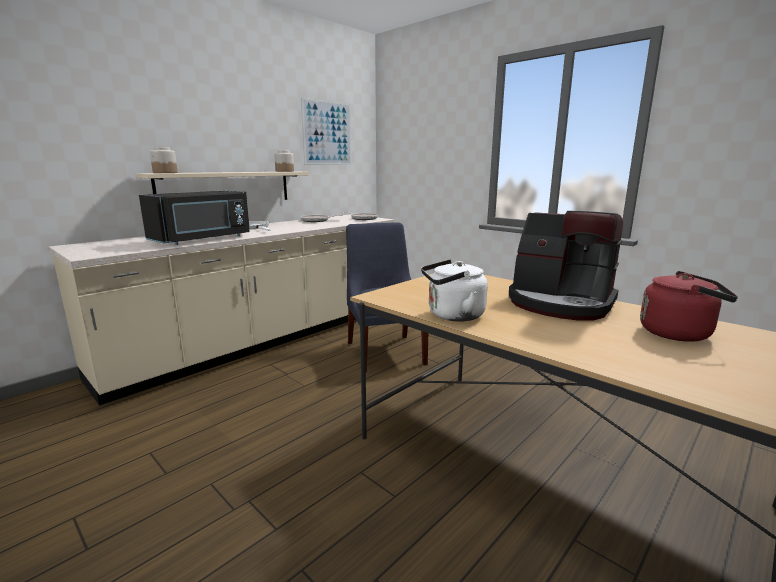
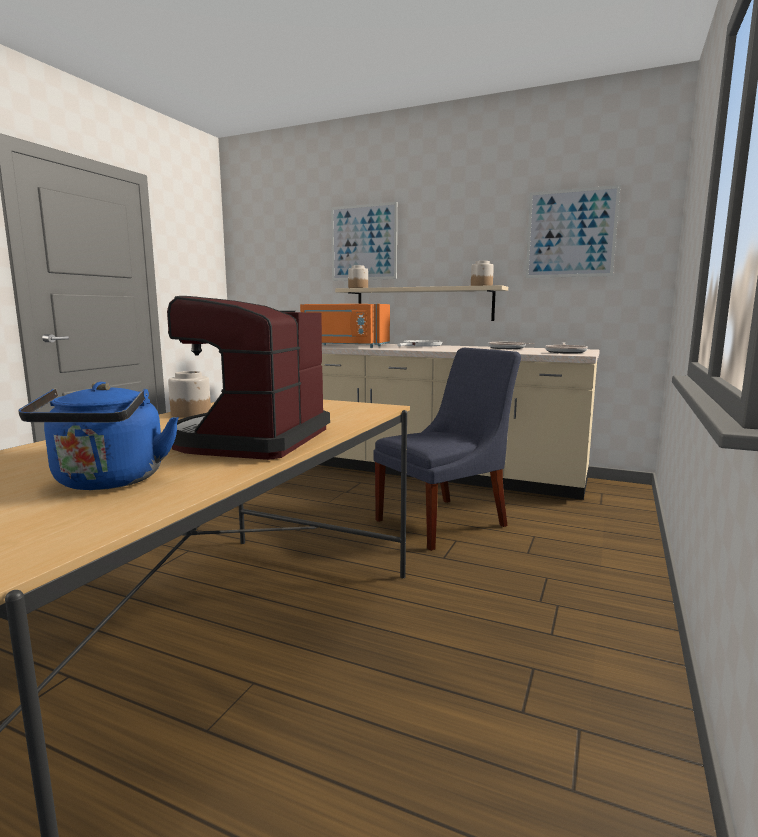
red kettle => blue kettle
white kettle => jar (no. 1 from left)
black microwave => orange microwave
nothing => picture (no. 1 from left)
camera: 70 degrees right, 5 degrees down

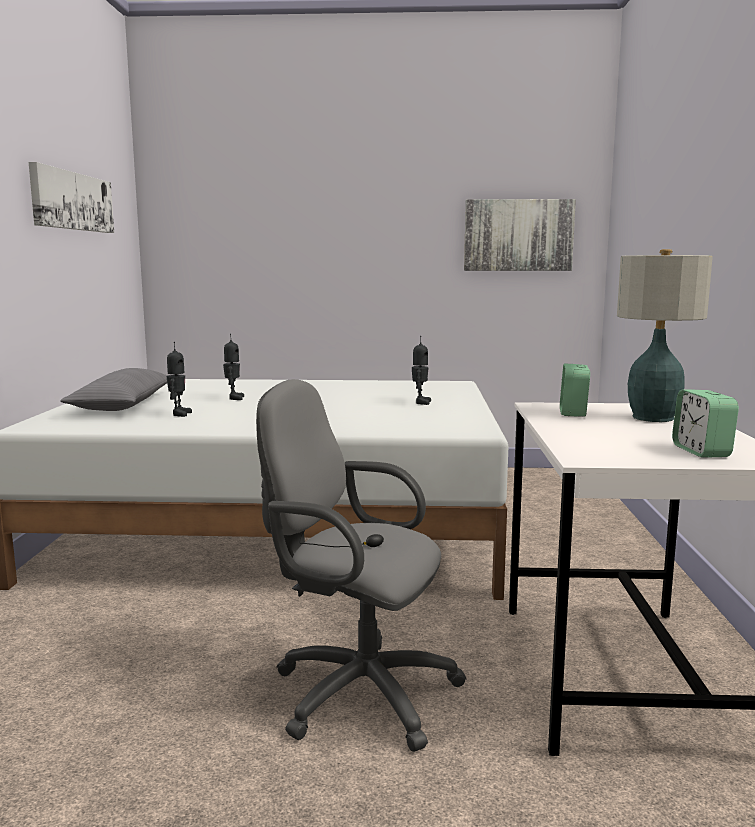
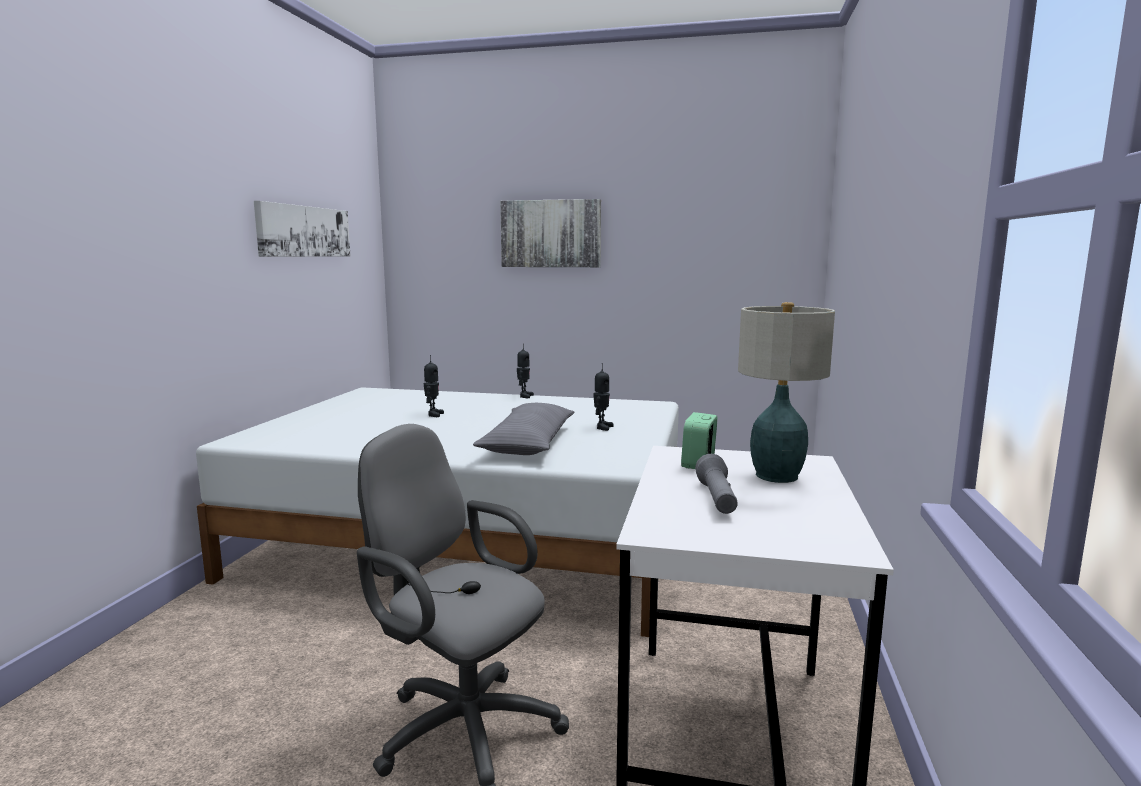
grey pillow, relocated
picture (no. 2 from left), relocated
toy robot (no. 1 from left in the first image) => toy robot (no. 2 from left), relocated
nothing => grey flashlight
alarm clock (no. 2 from left) => nothing
camera: 10 degrees right, 0 degrees up

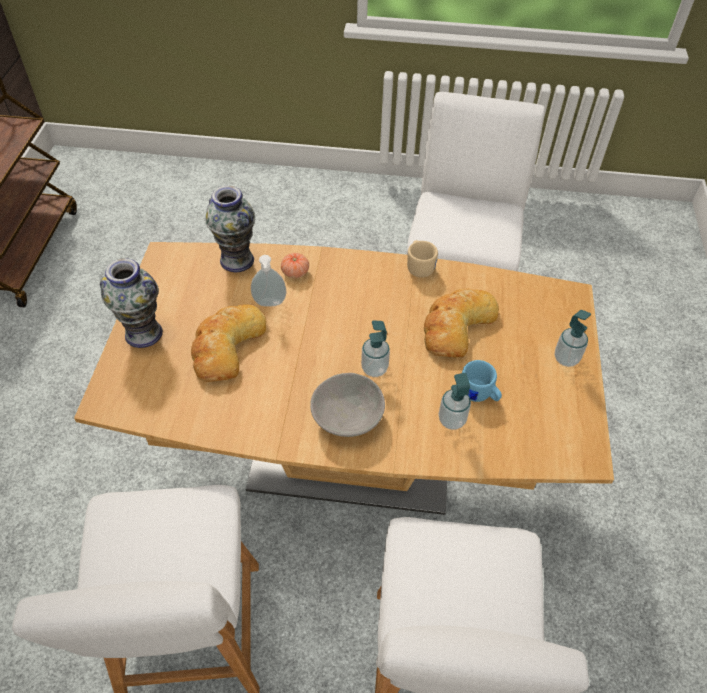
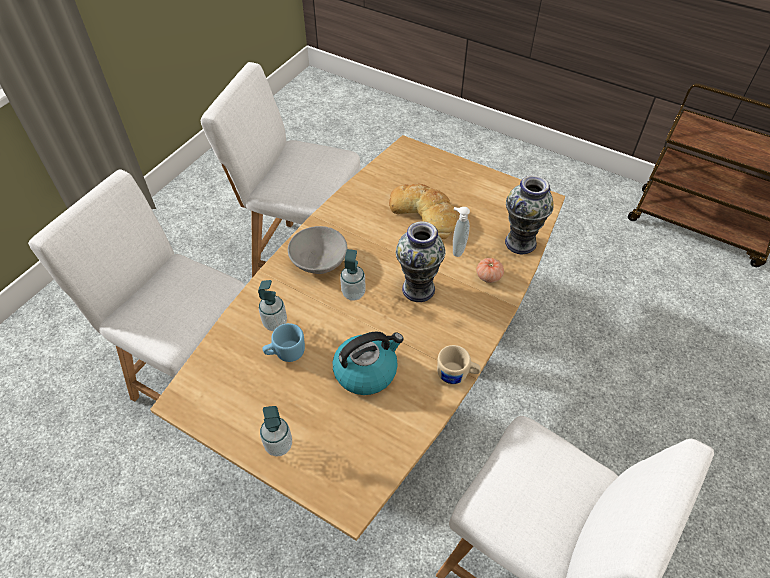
bread (no. 2 from left) => kettle
vase (no. 1 from left), relocated
camera: 115 degrees right, 0 degrees up

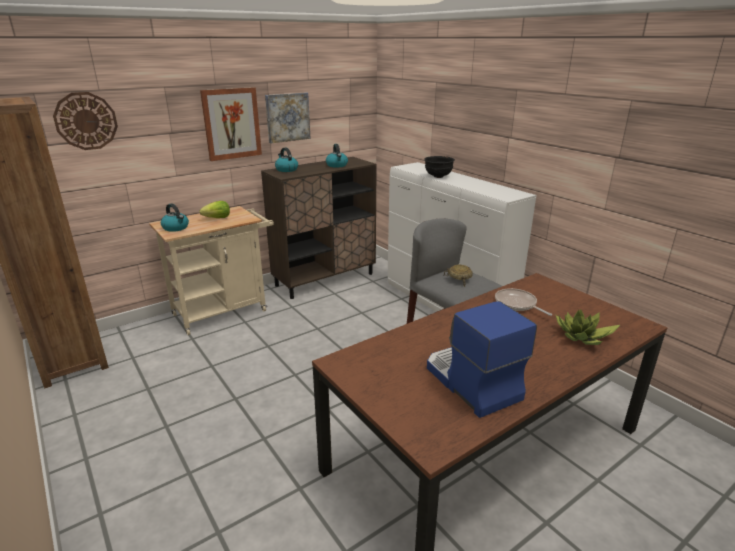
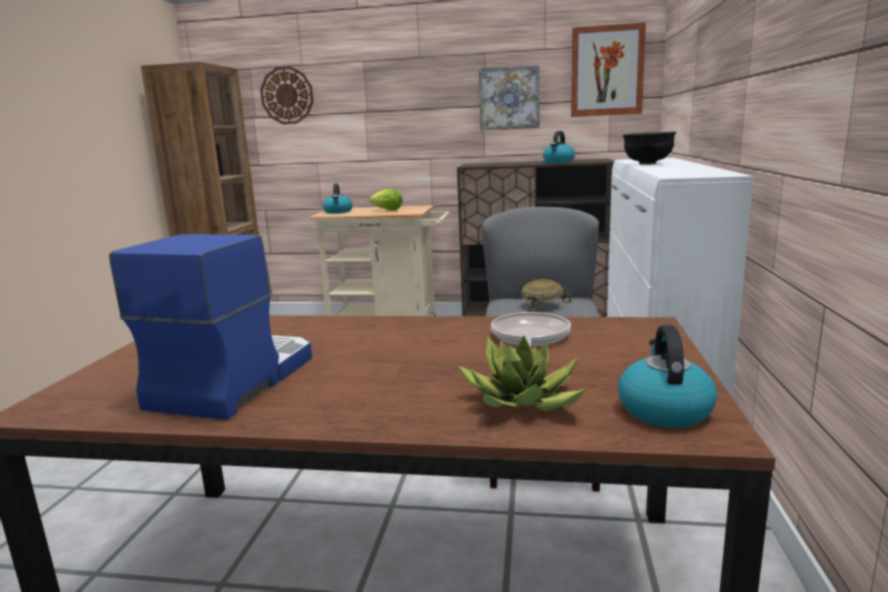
picture (no. 1 from left in the first image) => picture (no. 2 from left), relocated
kettle (no. 2 from left in the first image) => kettle (no. 3 from left), relocated
camera: 45 degrees right, 10 degrees down

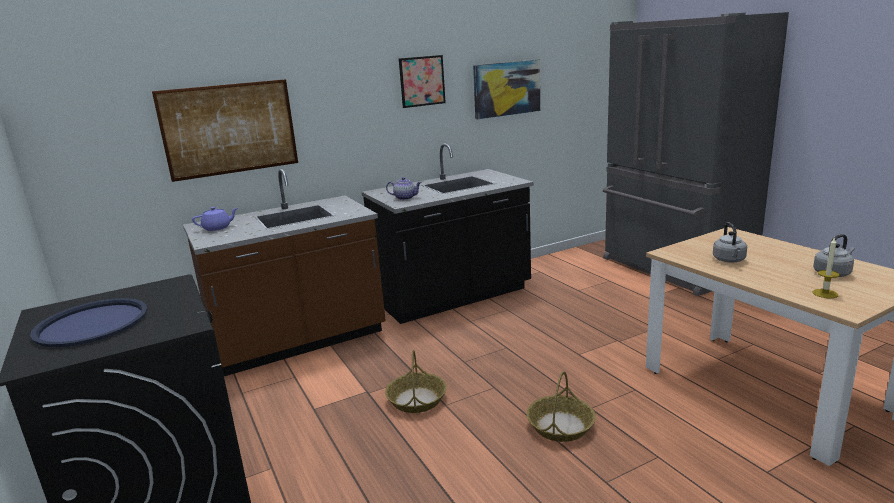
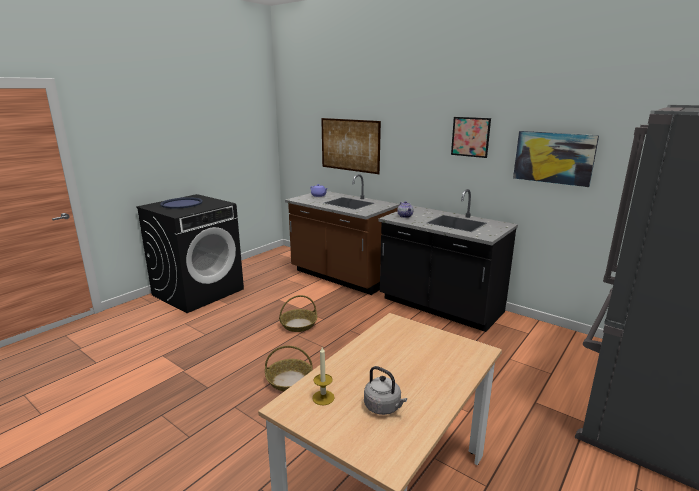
grey kettle (no. 1 from left) => nothing
camera: 65 degrees right, 0 degrees up

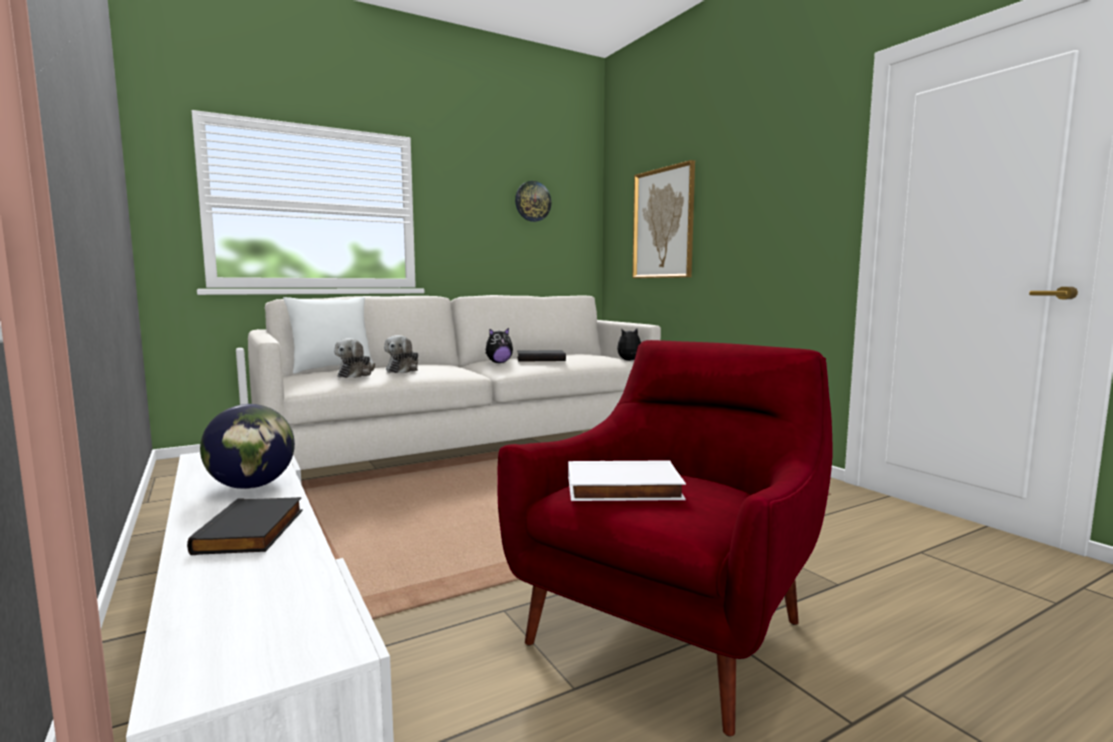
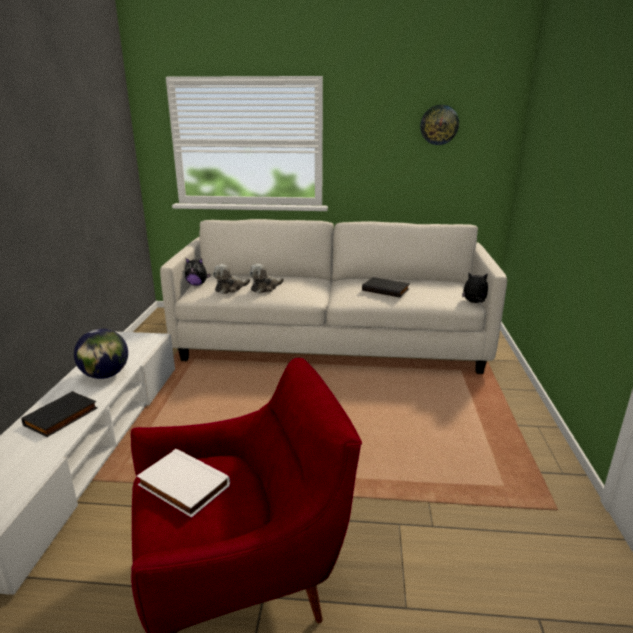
plush toy (no. 3 from left in the first image) => plush toy (no. 1 from left), relocated
white pillow => nothing
picture => nothing
camera: 35 degrees right, 15 degrees up

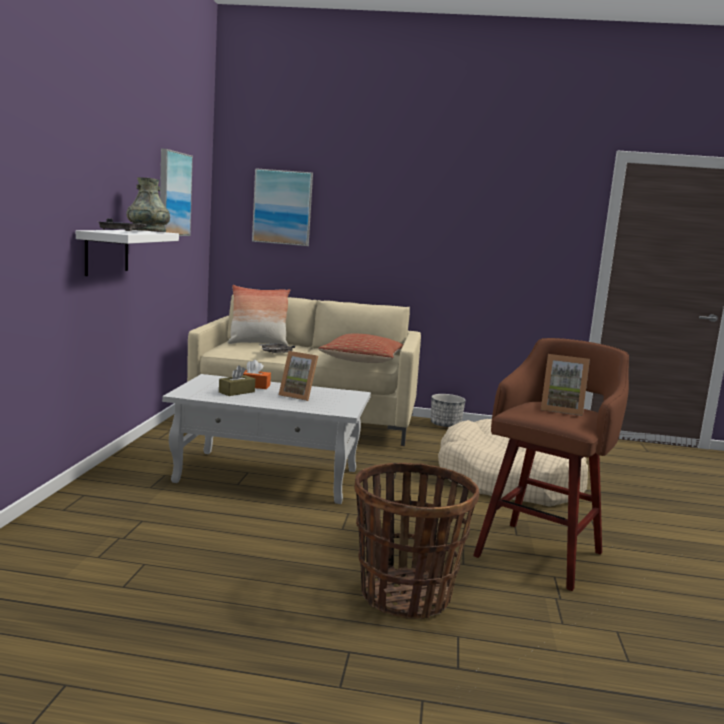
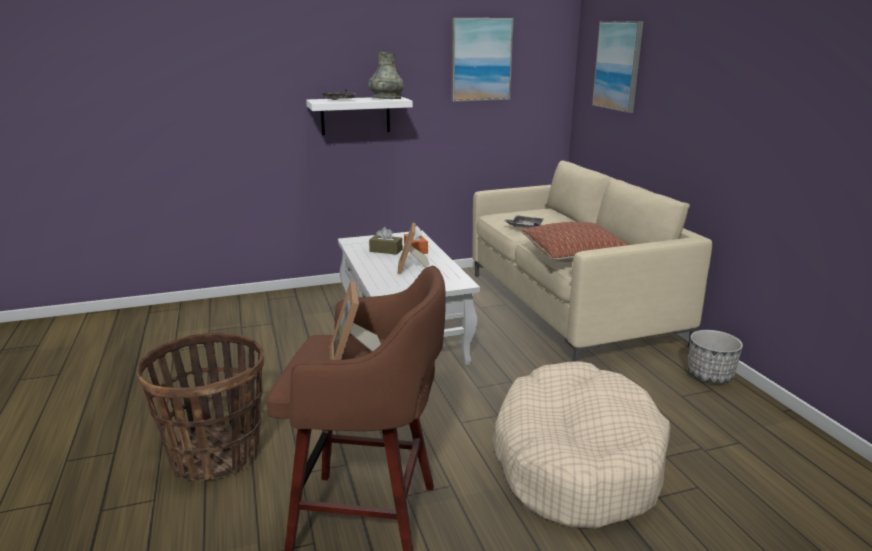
pillow (no. 1 from left) => nothing
camera: 65 degrees right, 10 degrees up

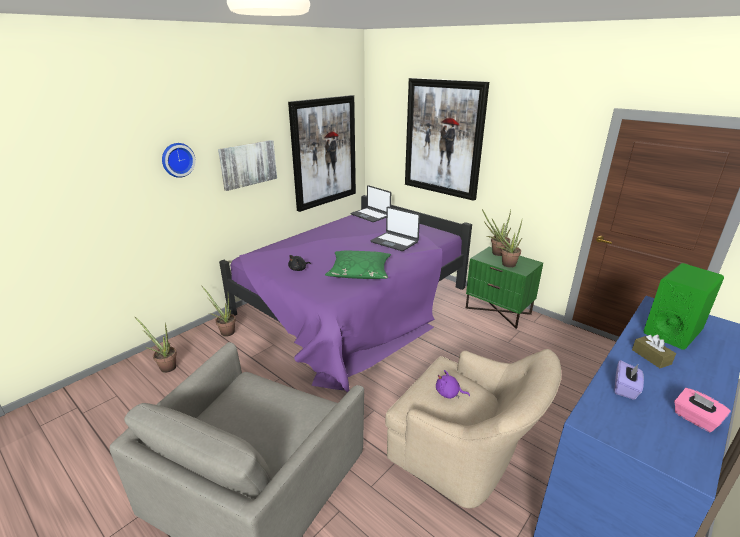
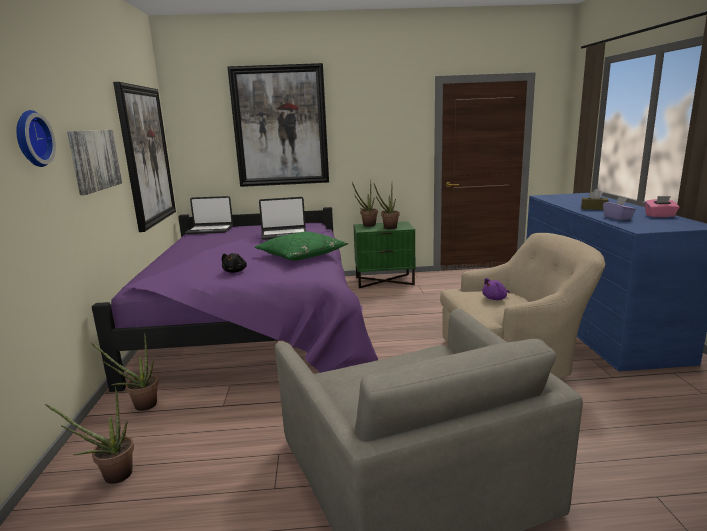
green speaker => nothing
camera: 45 degrees left, 10 degrees down

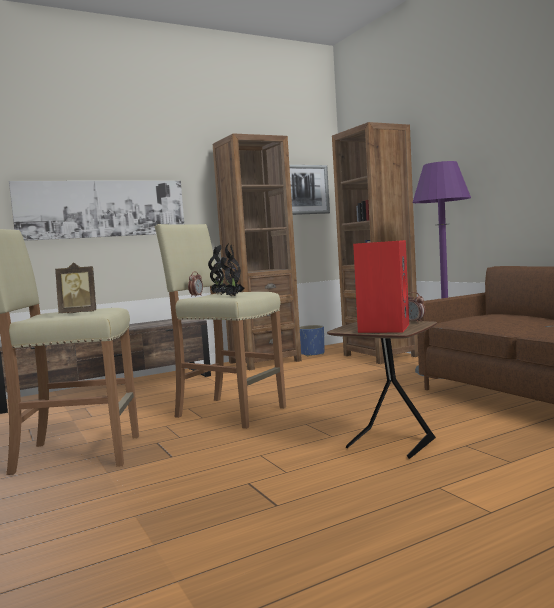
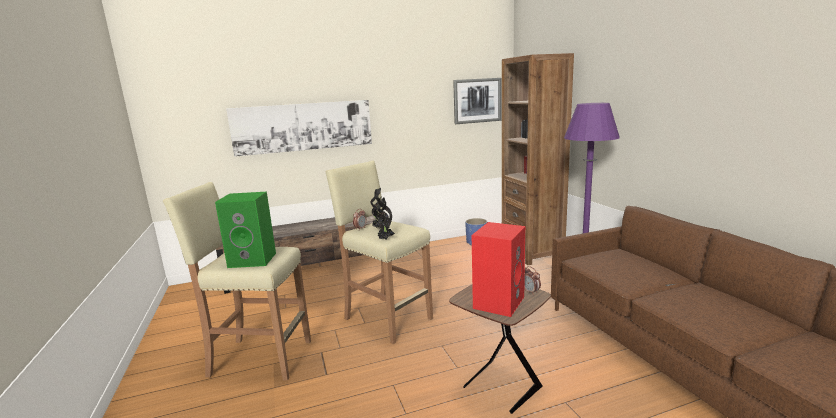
picture frame => green speaker
brown bookcase (no. 1 from left) => nothing
camera: 10 degrees right, 10 degrees up

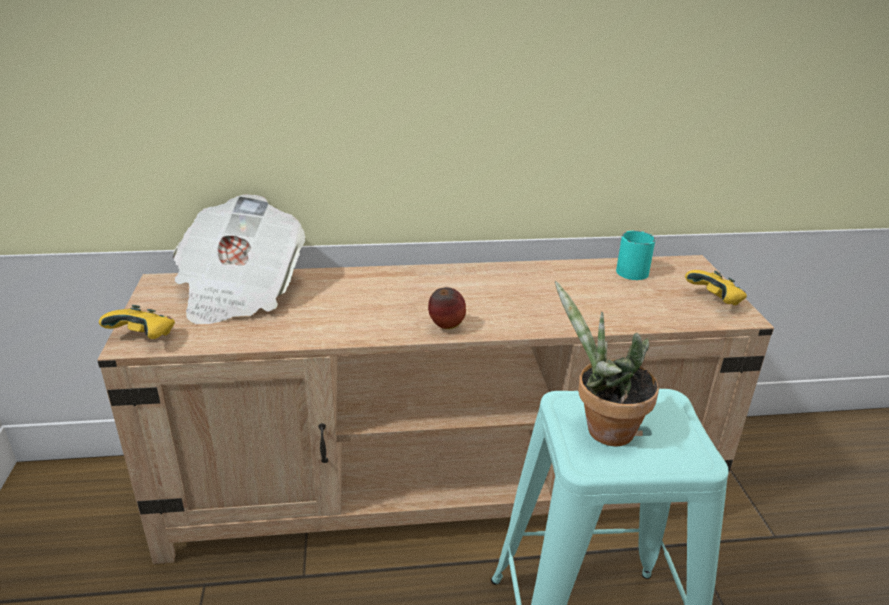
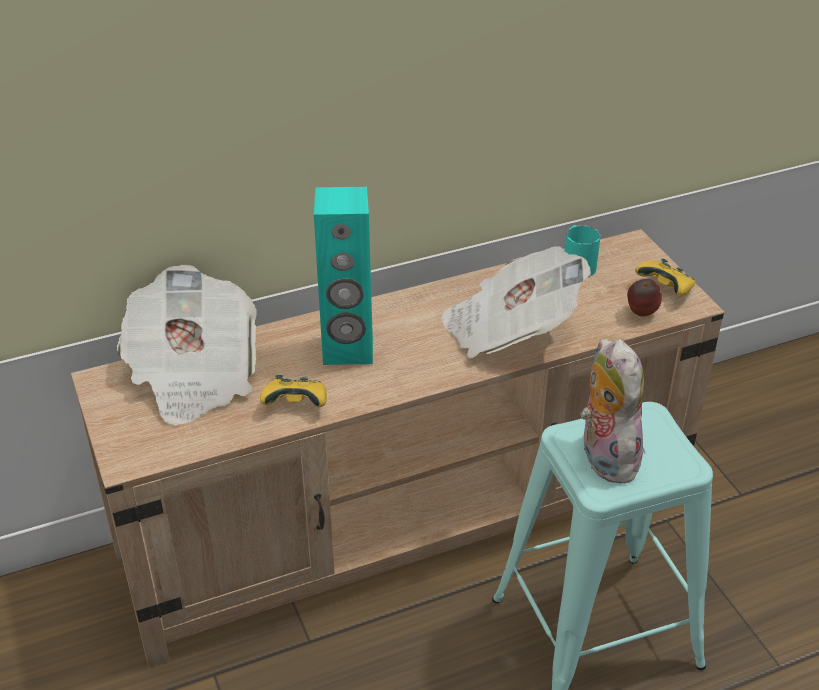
yellow game controller (no. 1 from left), relocated
nothing => turquoise speaker
nothing => newspaper (no. 2 from left)
potted plant => plush toy
apple, relocated
camera: 15 degrees left, 10 degrees up

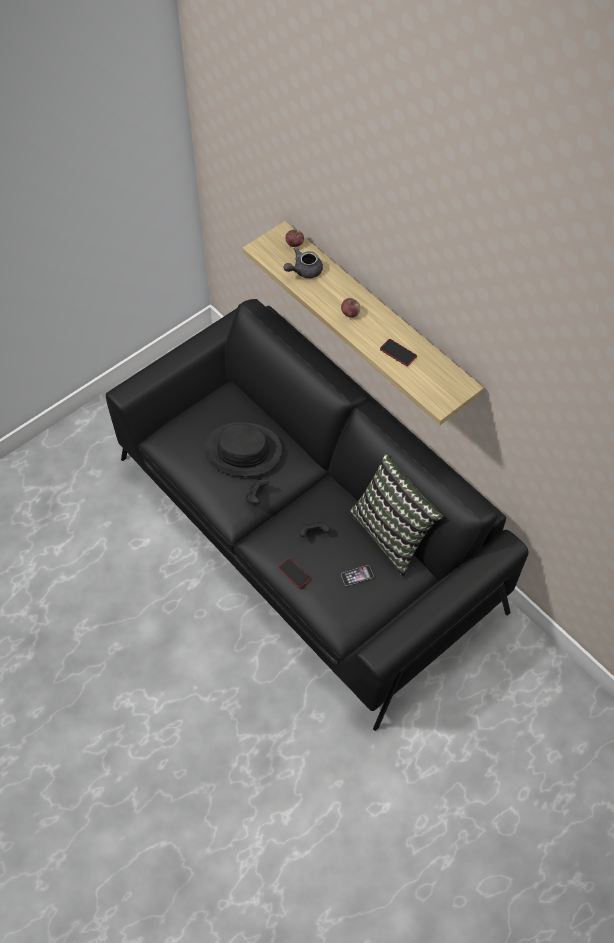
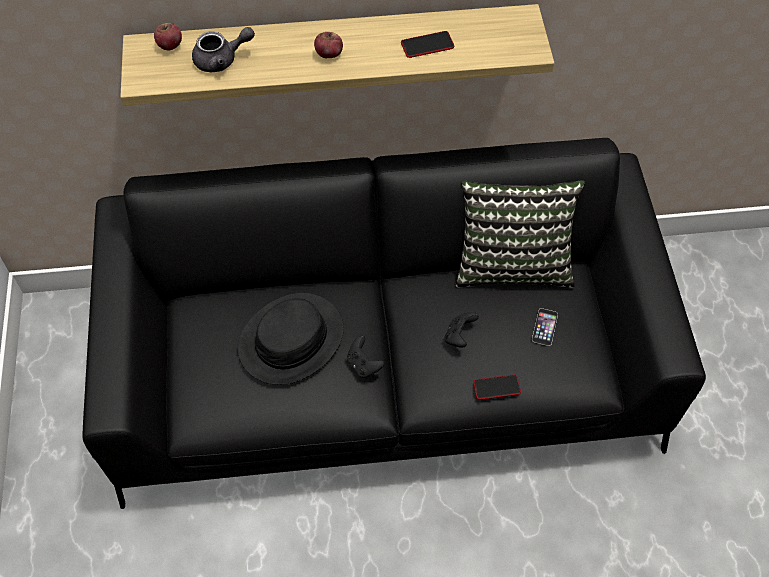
grey teapot, 105 degrees counterclockwise
camera: 55 degrees left, 0 degrees up

